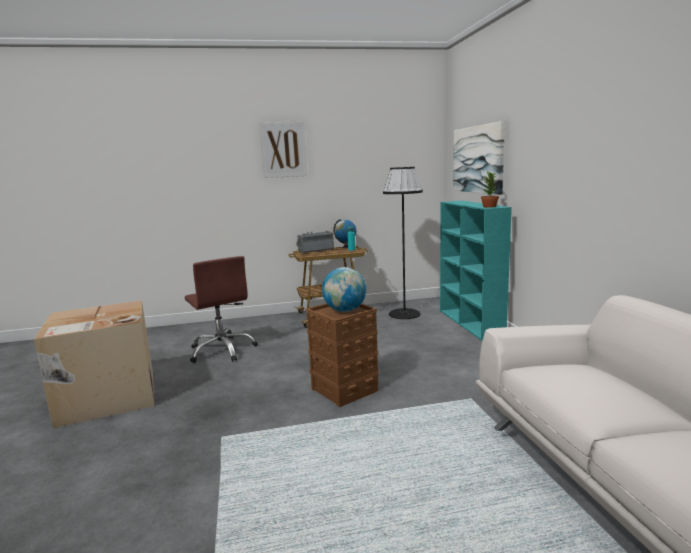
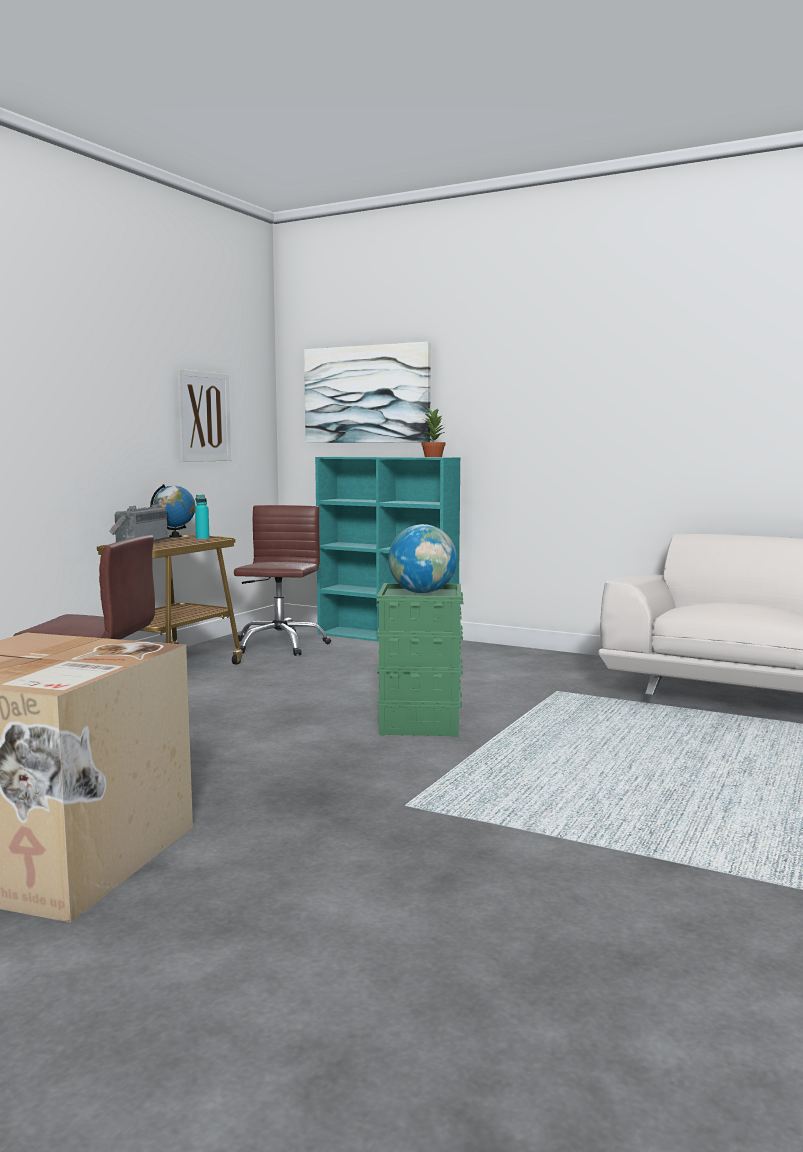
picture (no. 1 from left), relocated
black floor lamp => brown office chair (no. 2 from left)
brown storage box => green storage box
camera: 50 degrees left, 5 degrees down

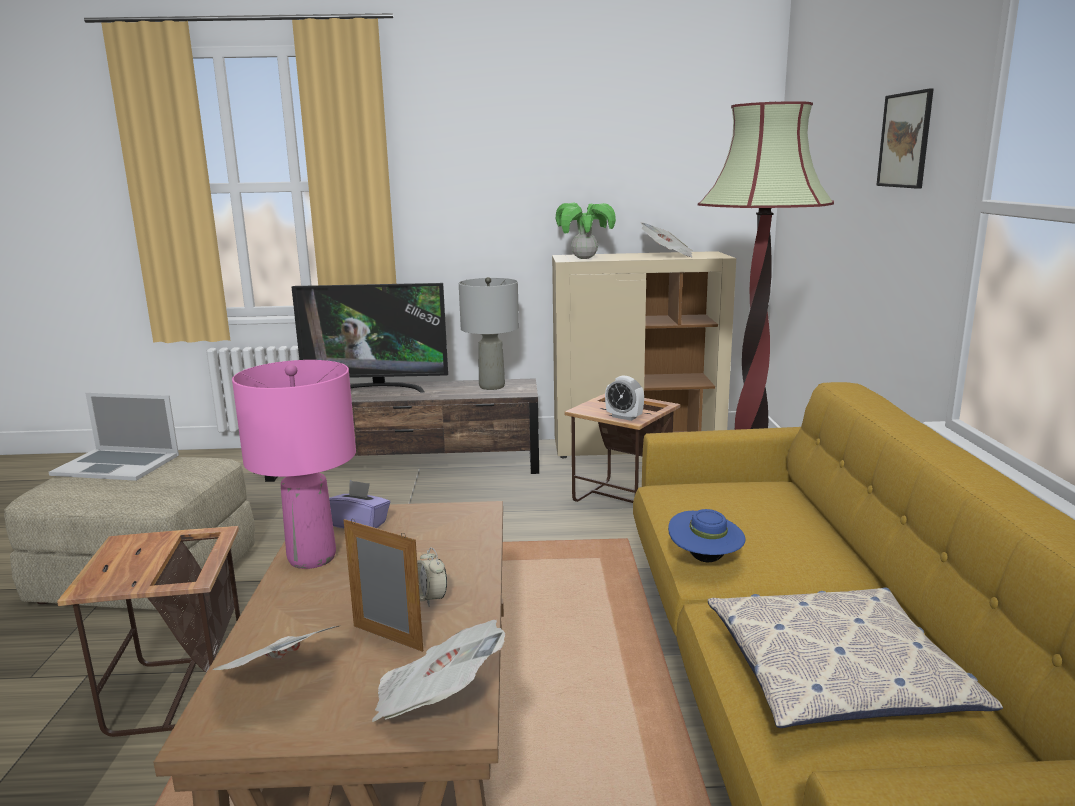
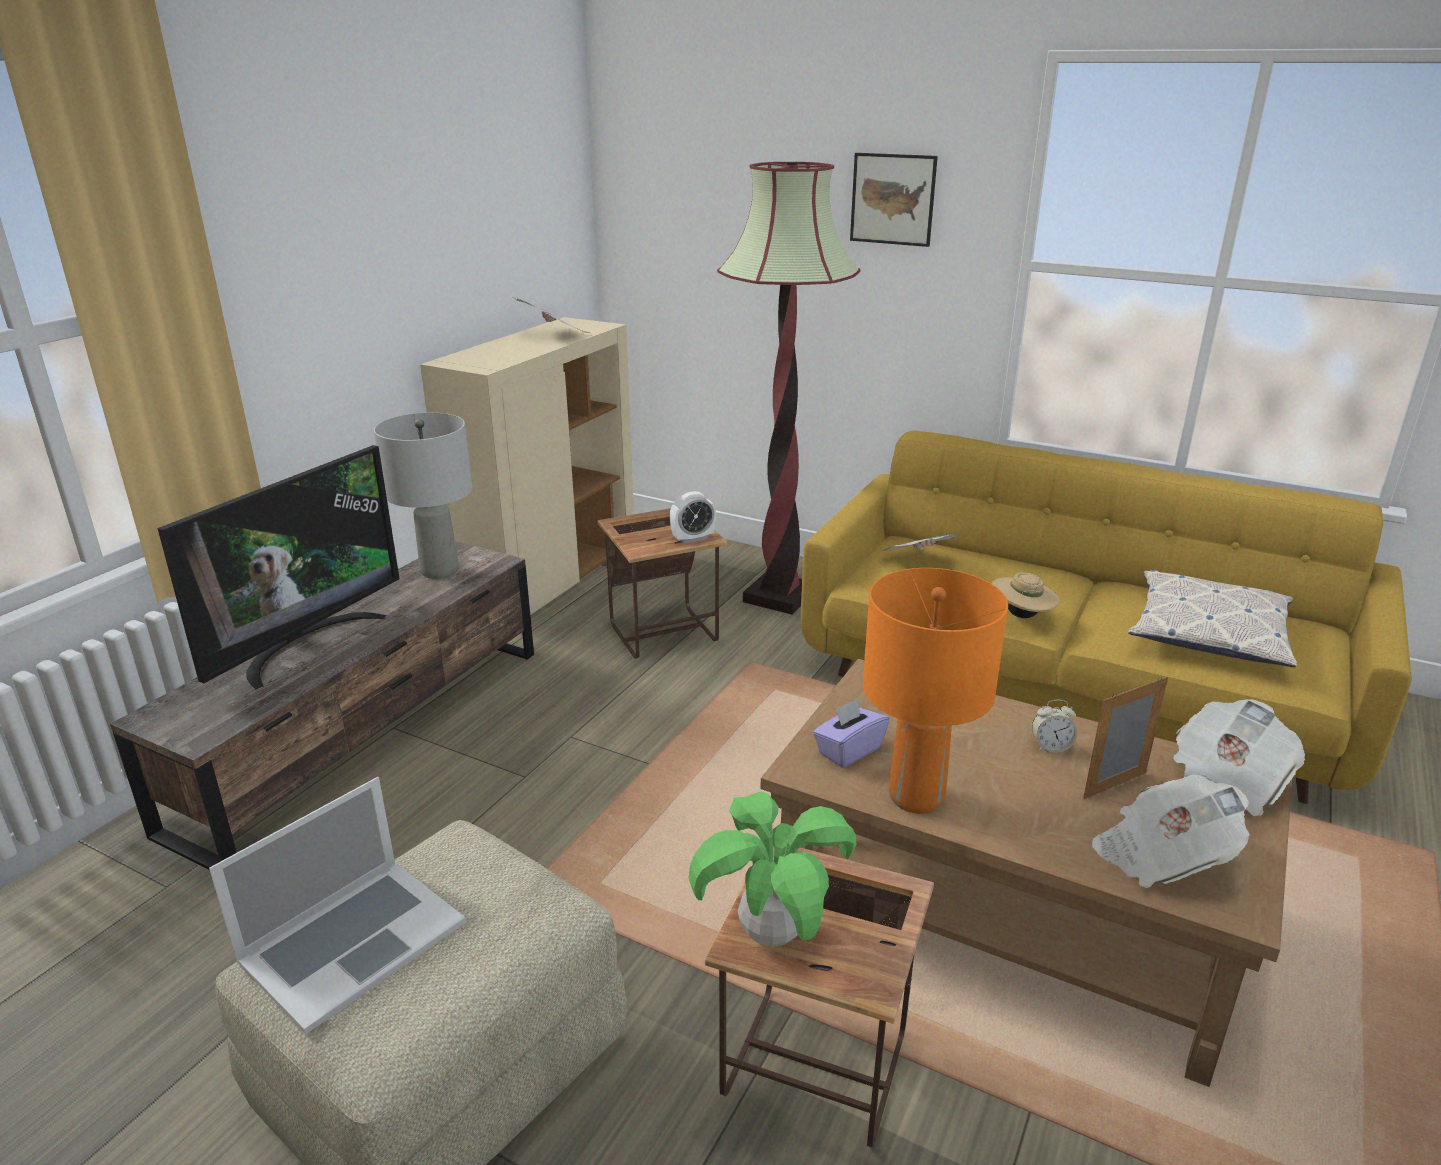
potted plant, relocated
pink table lamp => orange table lamp
nothing => newspaper (no. 2 from left)
blue hat => beige hat
camera: 60 degrees left, 10 degrees up

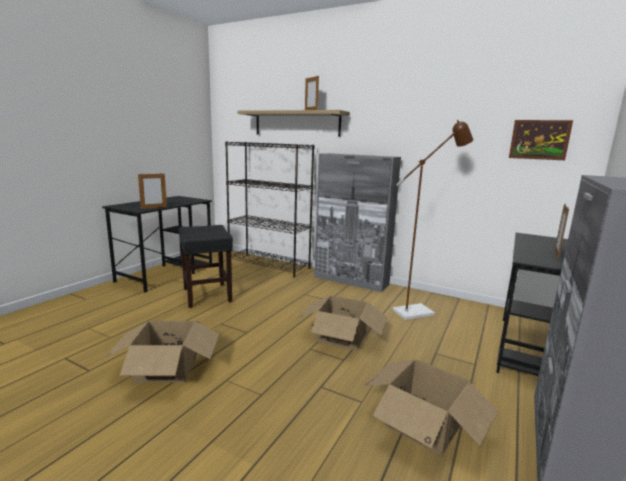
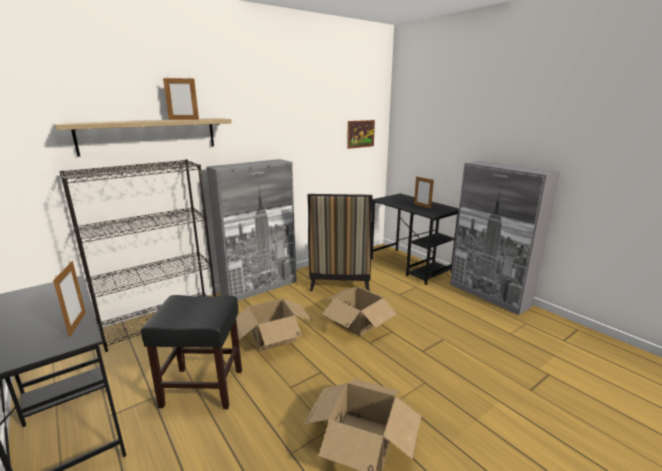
cardboard box (no. 3 from left in the first image) => cardboard box (no. 1 from left), relocated
brown floor lamp => chair
camera: 65 degrees left, 5 degrees up

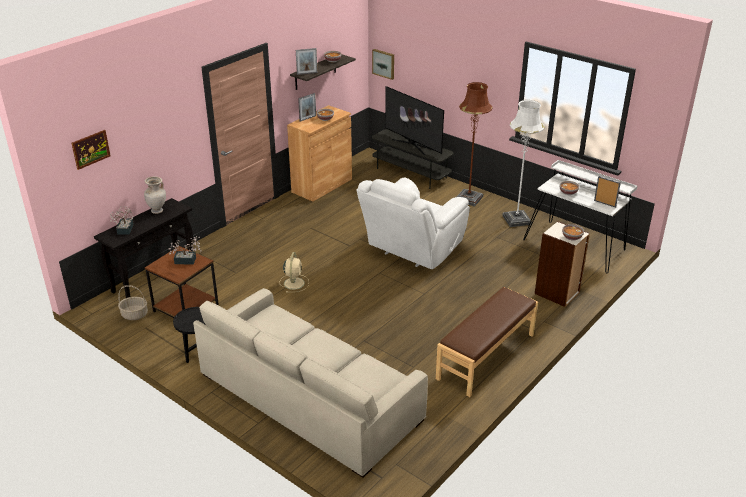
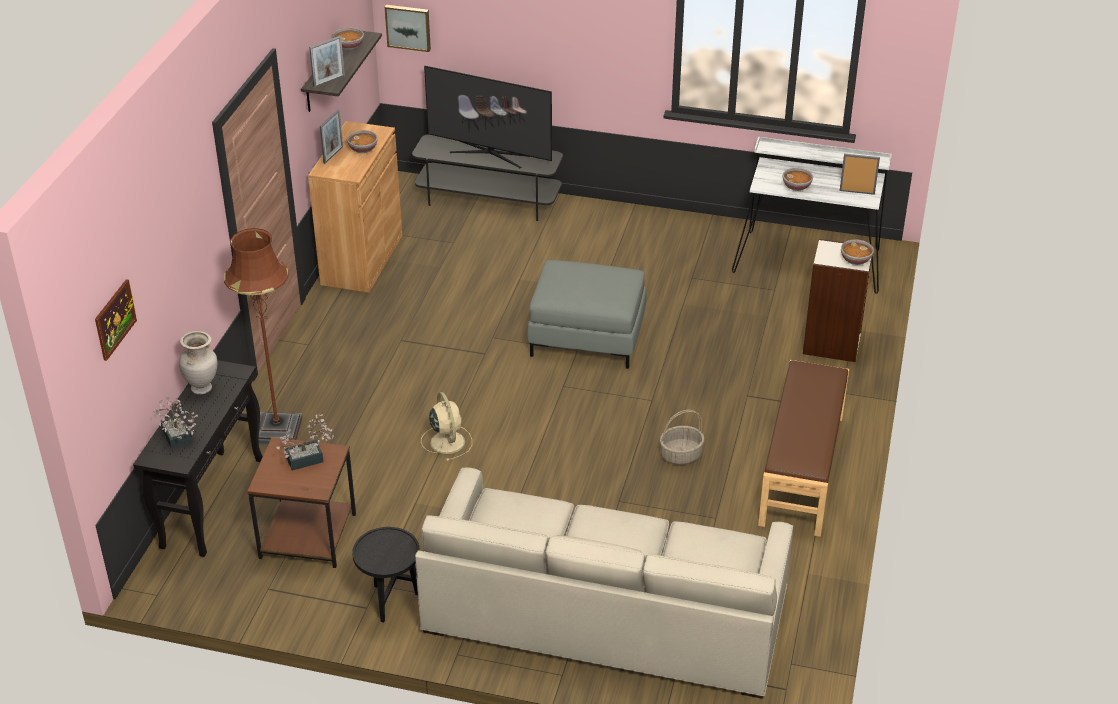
brown floor lamp, relocated
white armchair => grey ottoman
basket, relocated
white floor lamp => nothing
camera: 25 degrees left, 5 degrees up

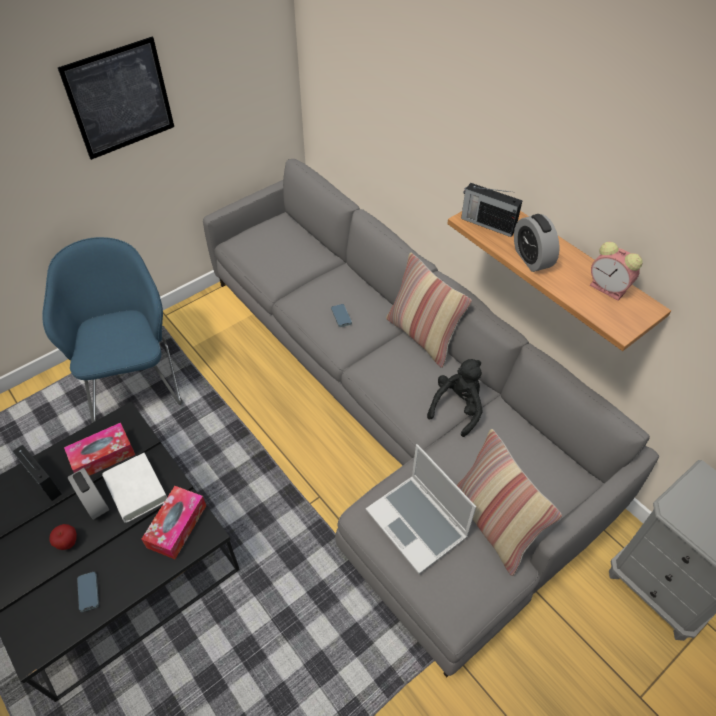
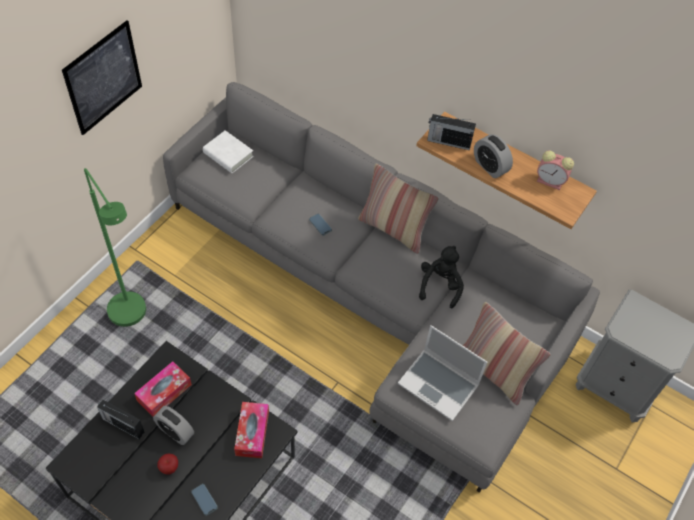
blue armchair => green floor lamp
white book, relocated
camera: 20 degrees left, 5 degrees up

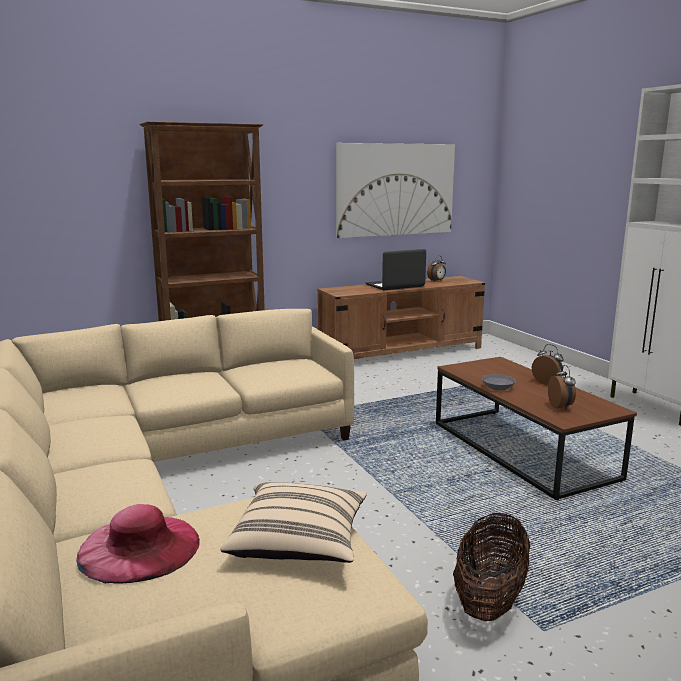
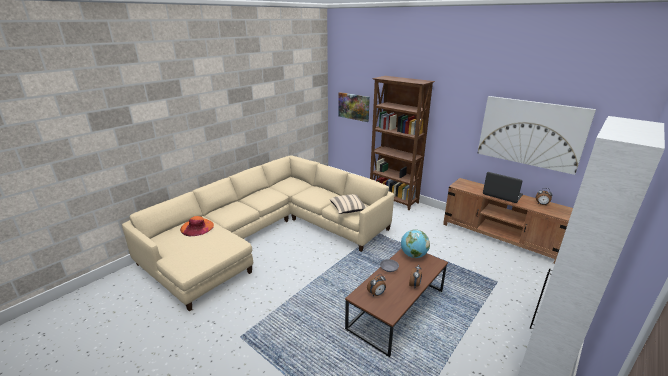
pink hat => orange hat
beige pillow, relocated
nothing => picture (no. 1 from left)
nothing => globe
basket => nothing
camera: 65 degrees right, 10 degrees up

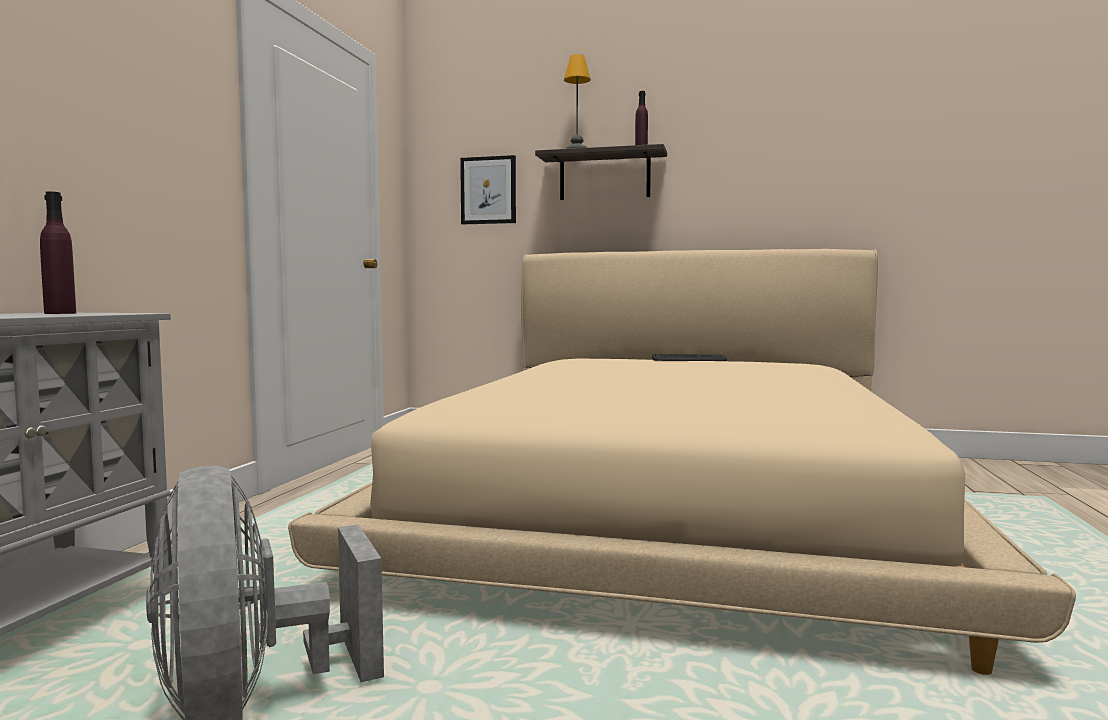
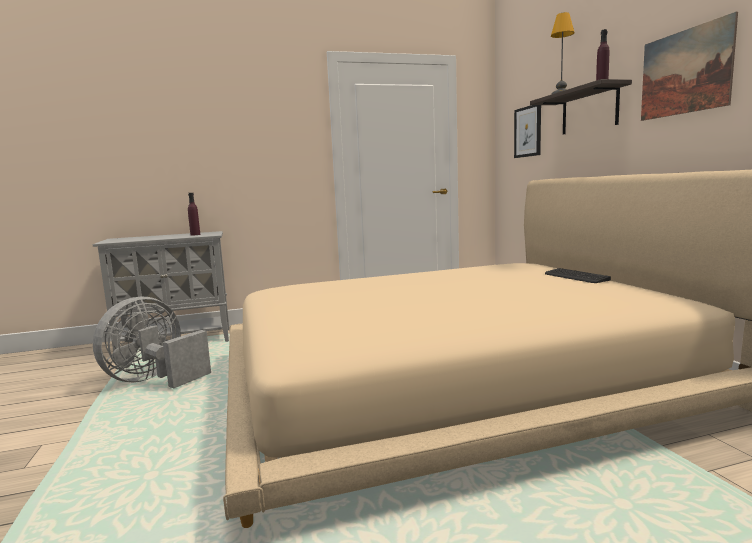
nothing => picture (no. 2 from left)
camera: 60 degrees right, 5 degrees up

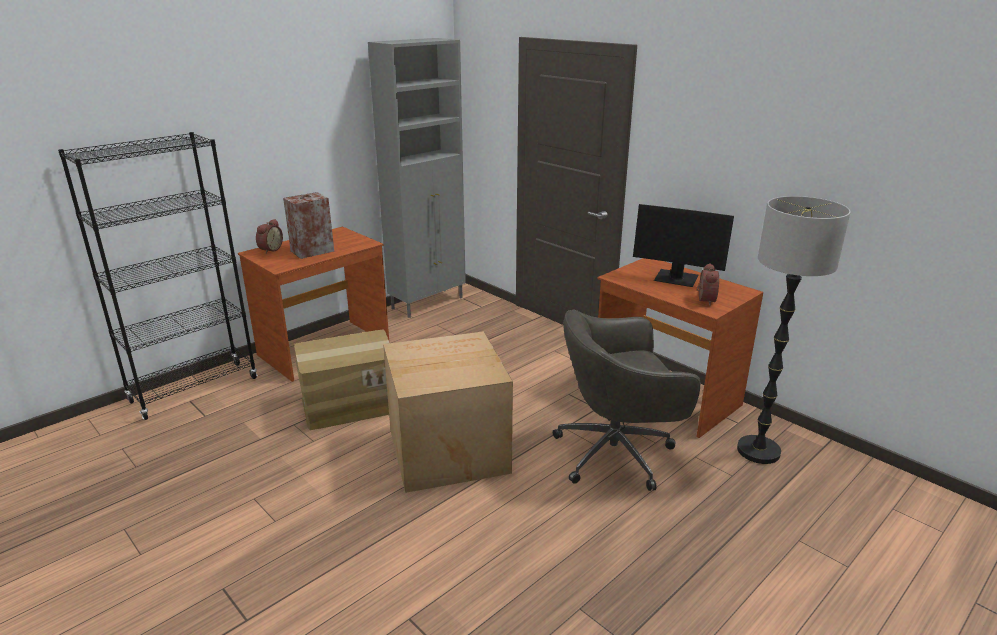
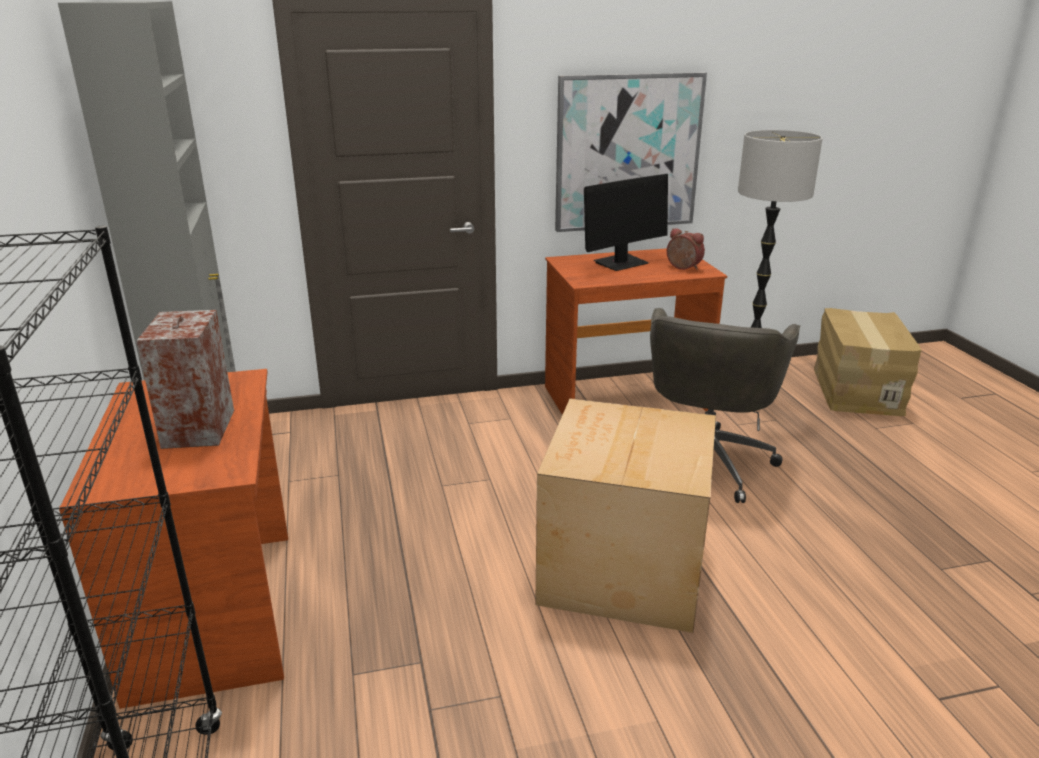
nothing => picture
cardboard box (no. 1 from left in the first image) => cardboard box (no. 2 from left), relocated
alarm clock (no. 1 from left) => nothing
camera: 60 degrees left, 0 degrees up

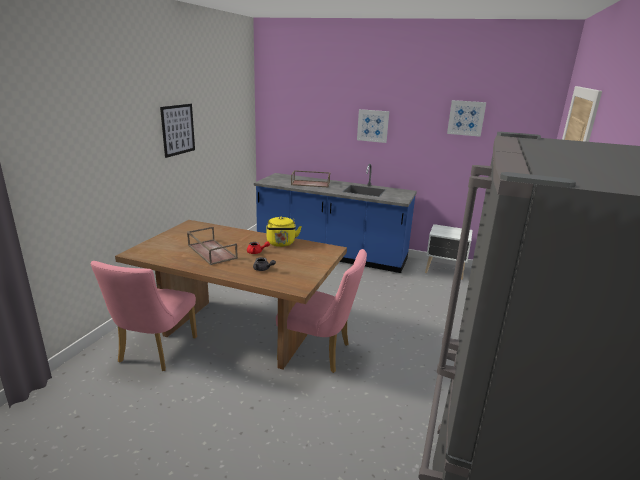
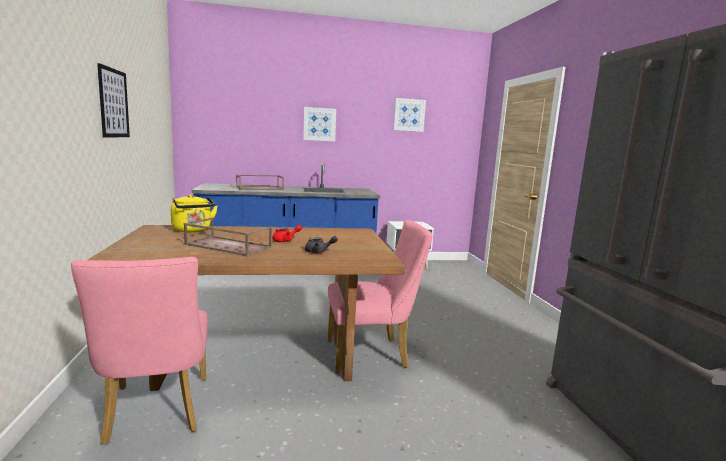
yellow kettle, relocated
camera: 30 degrees left, 10 degrees down

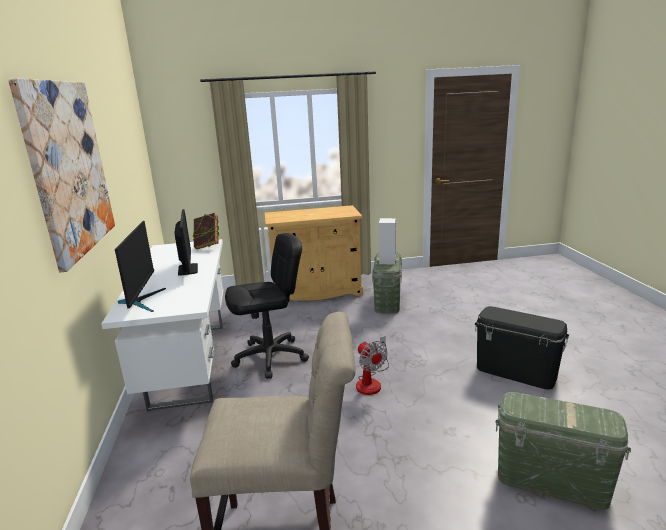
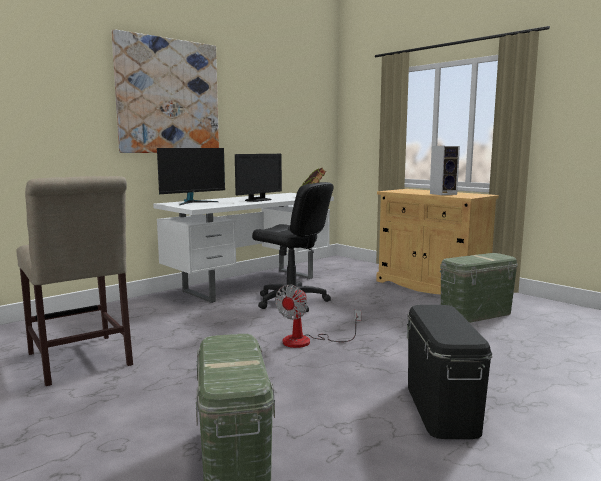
speaker, relocated
camera: 55 degrees right, 10 degrees down

